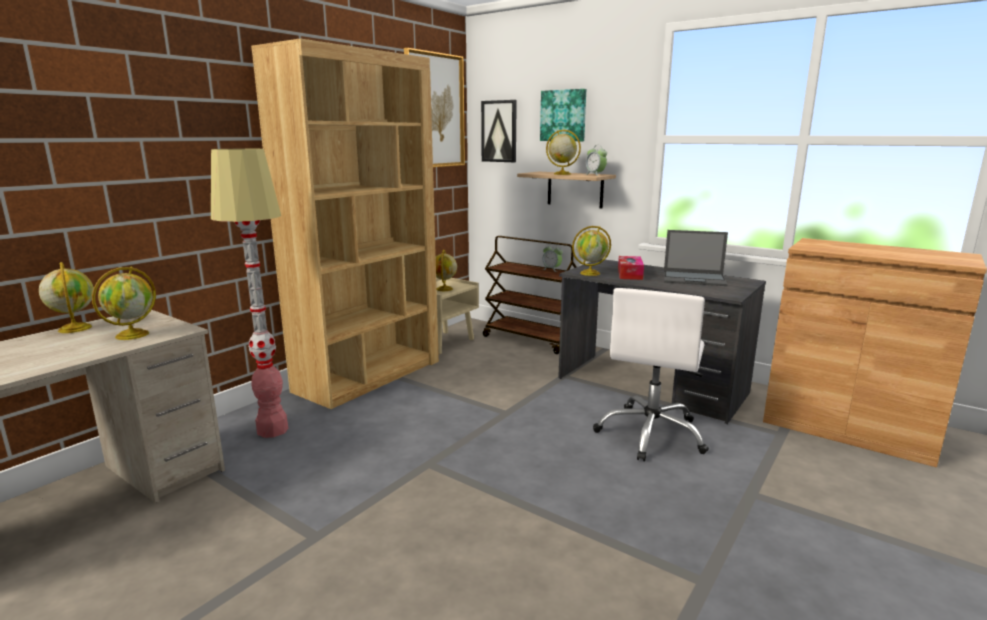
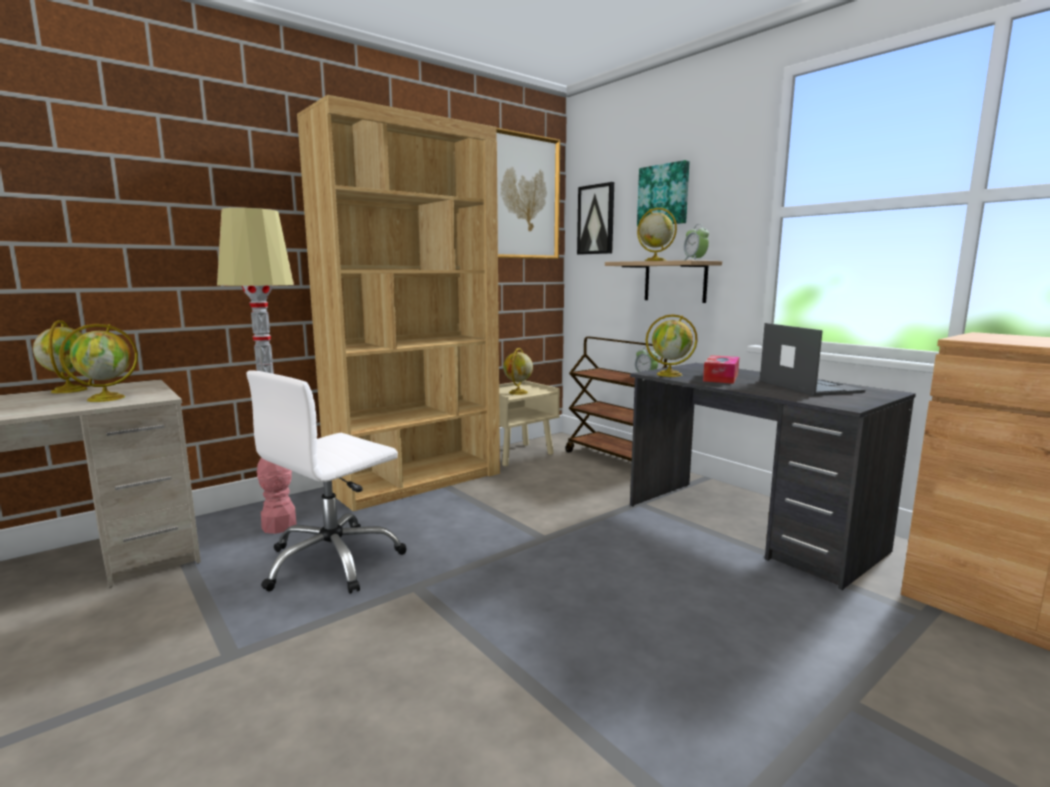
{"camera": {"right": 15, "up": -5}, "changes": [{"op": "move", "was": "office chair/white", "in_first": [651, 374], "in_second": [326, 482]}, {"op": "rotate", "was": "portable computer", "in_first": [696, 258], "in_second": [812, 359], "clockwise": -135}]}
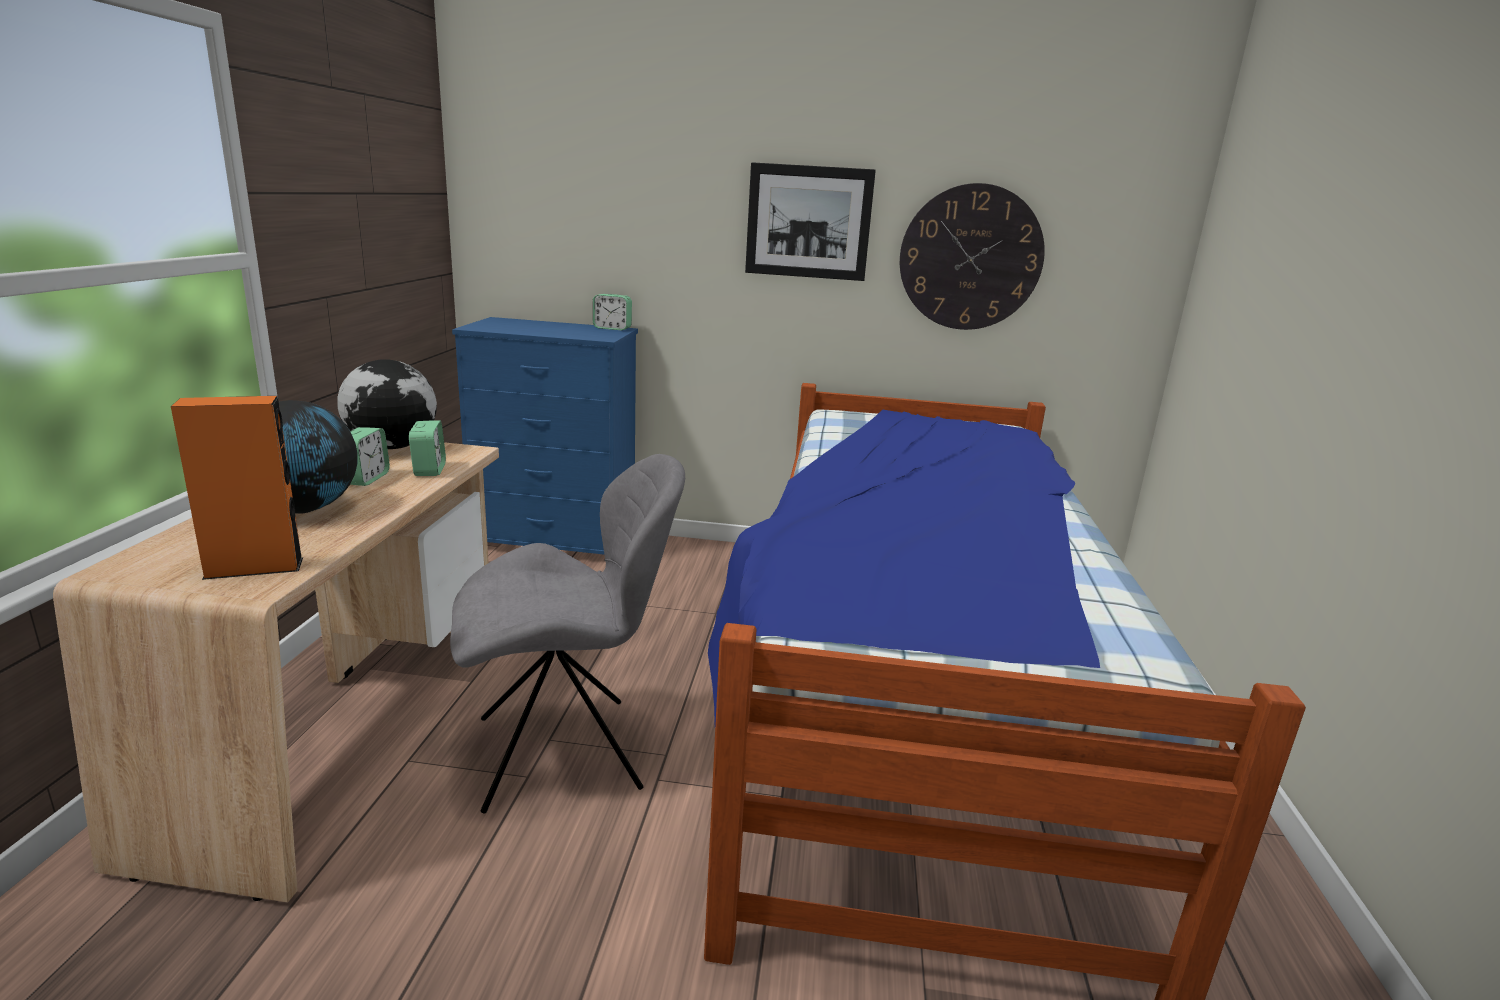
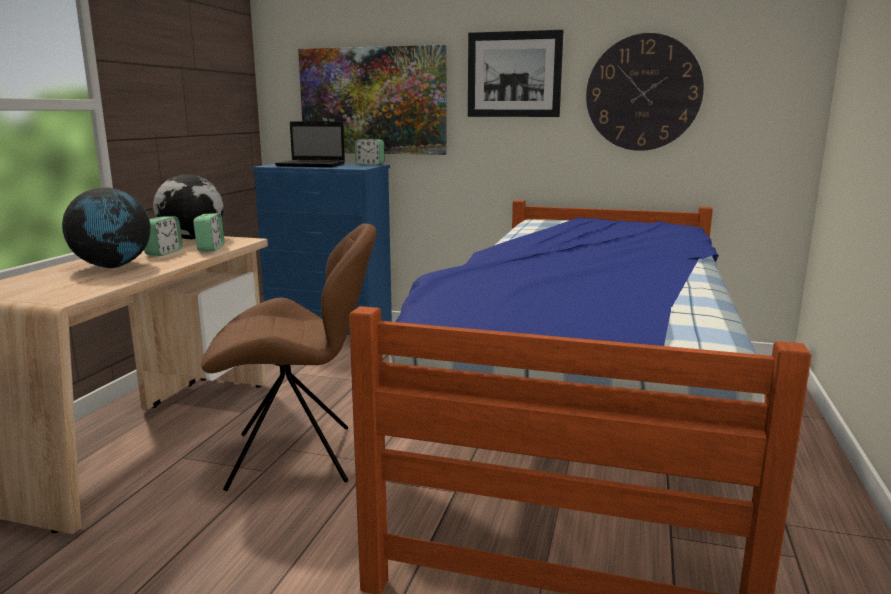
{"camera": {"right": 10, "up": -5}, "changes": [{"op": "delete", "was": "loudspeaker/orange-coloured", "in_first": [237, 488]}, {"op": "recolor", "was": "plain chair/greyish", "now": "plain chair/brown-coloured", "in_first": [567, 634], "in_second": [289, 357]}, {"op": "insert", "now": "portable computer", "in_second": [310, 144]}, {"op": "insert", "now": "wall picture", "in_second": [372, 100]}]}
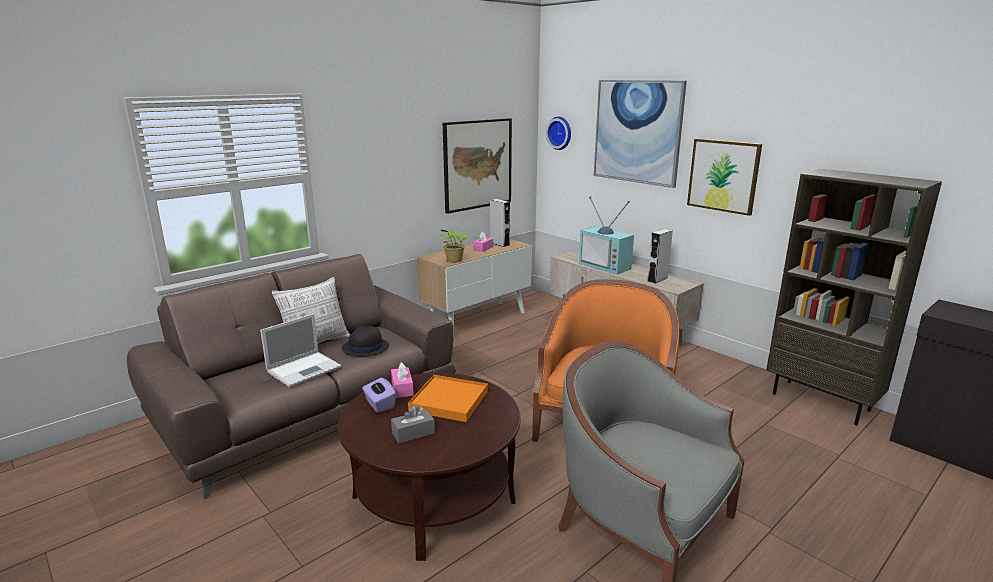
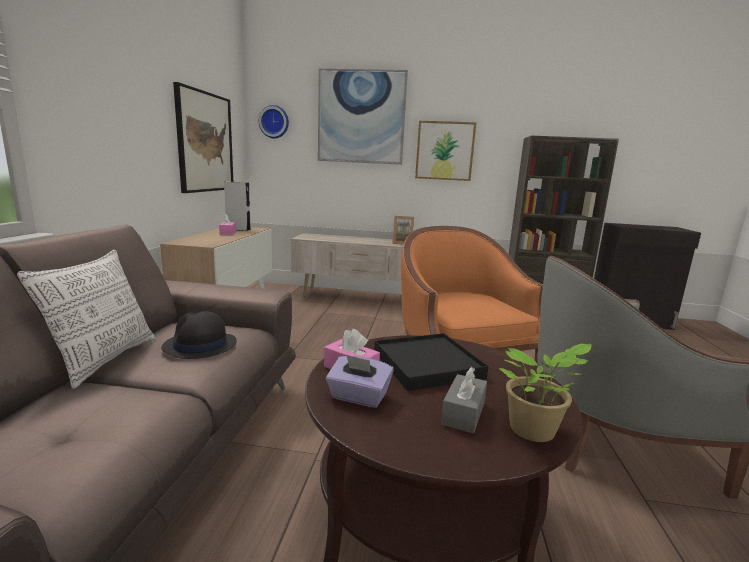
{"camera": {"right": -40, "up": -5}, "changes": [{"op": "delete", "was": "portable computer", "in_first": [301, 350]}, {"op": "recolor", "was": "carrying tray/orange-coloured", "now": "carrying tray/blackish", "in_first": [448, 398], "in_second": [431, 362]}, {"op": "move", "was": "potted plant", "in_first": [454, 246], "in_second": [545, 392]}, {"op": "delete", "was": "television", "in_first": [606, 235]}, {"op": "replace", "was": "loudspeaker/greyish", "now": "picture frame", "in_first": [660, 256], "in_second": [403, 230]}]}
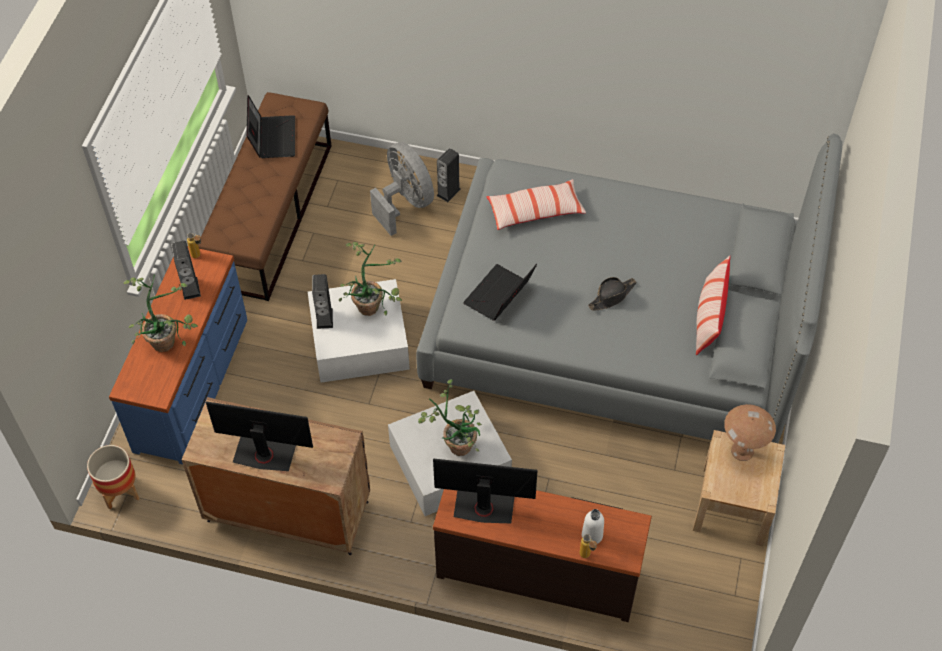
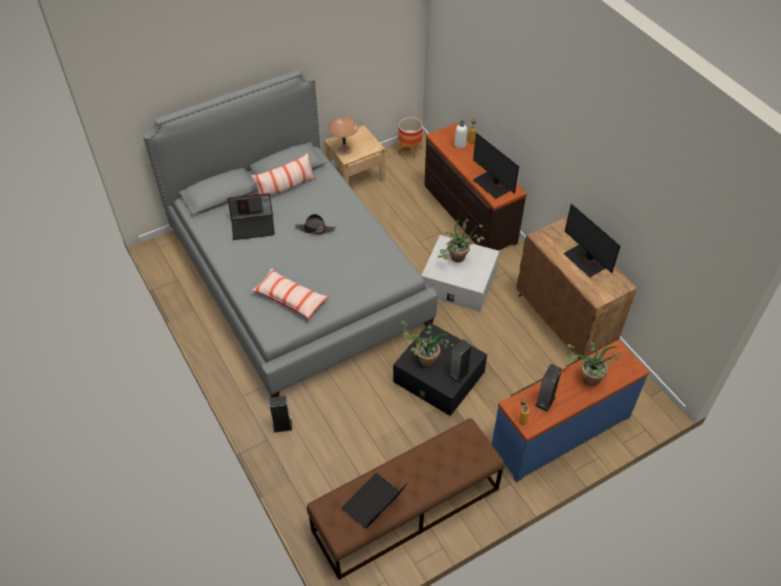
{"camera": {"right": -135, "up": -5}, "changes": [{"op": "move", "was": "planter", "in_first": [113, 477], "in_second": [410, 138]}, {"op": "recolor", "was": "storage box/white", "now": "storage box/blackish", "in_first": [359, 331], "in_second": [440, 369]}, {"op": "delete", "was": "electric fan/greyish", "in_first": [402, 189]}, {"op": "move", "was": "portable computer", "in_first": [500, 292], "in_second": [251, 216]}]}
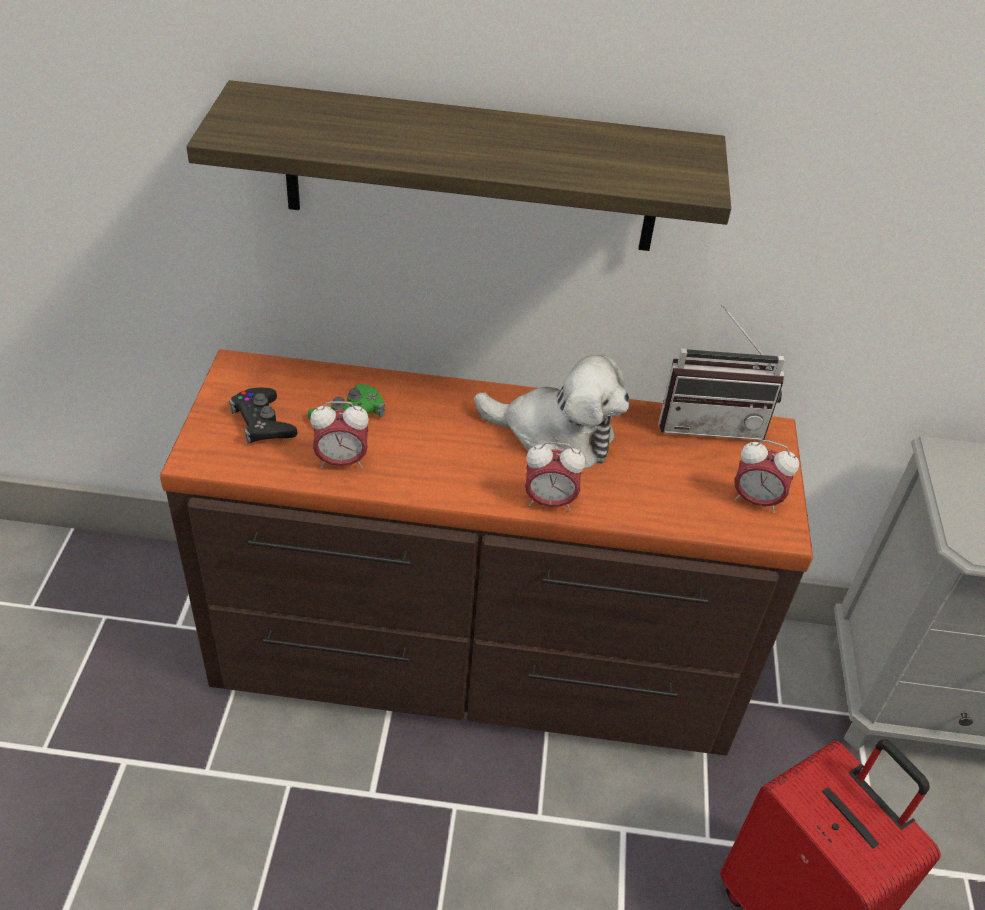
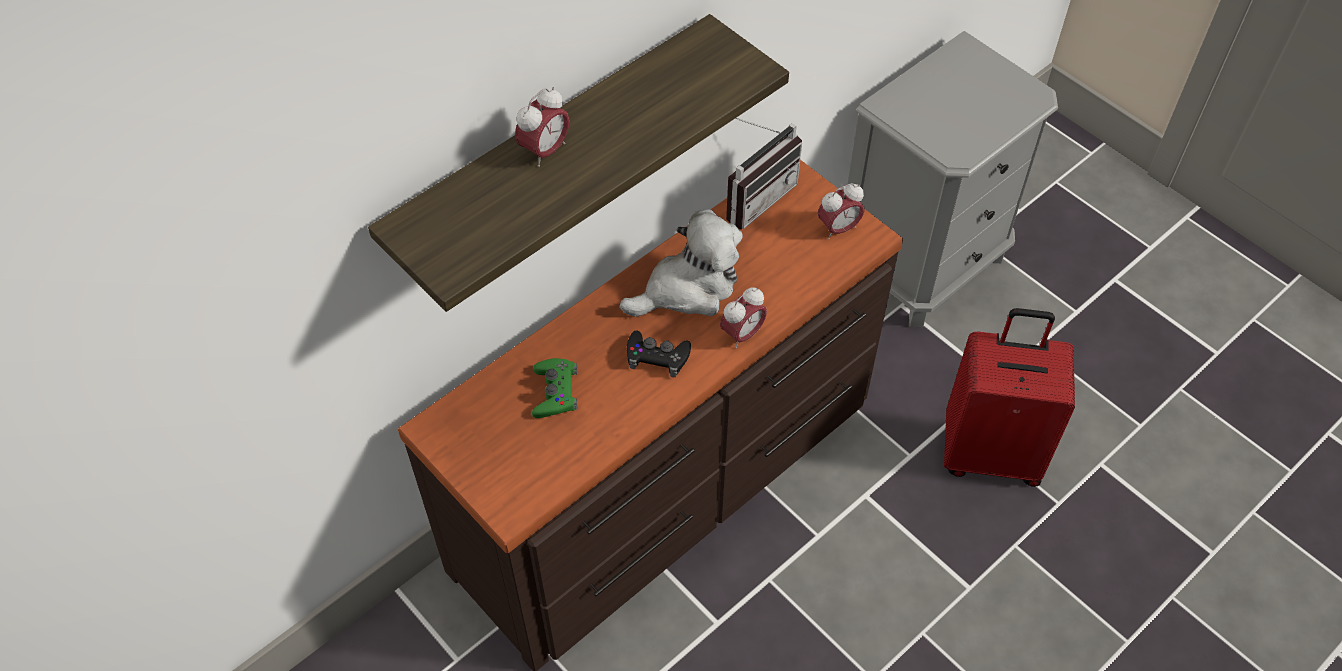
{"camera": {"right": -45, "up": 10}, "changes": [{"op": "move", "was": "joypad/blackish", "in_first": [263, 416], "in_second": [659, 353]}, {"op": "move", "was": "bedside clock", "in_first": [339, 434], "in_second": [542, 127]}]}
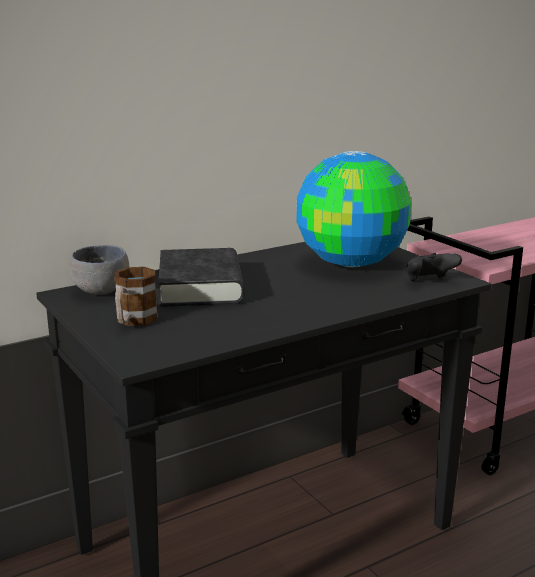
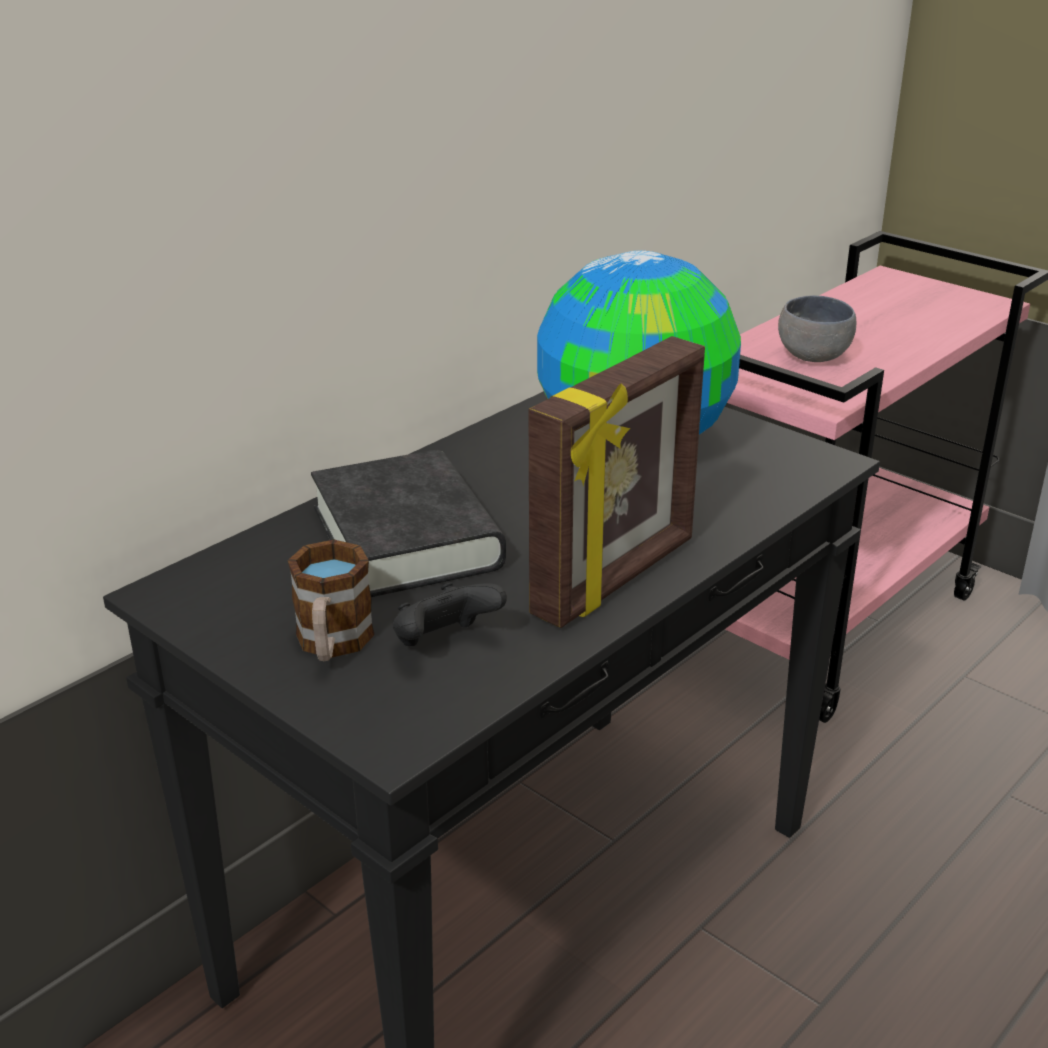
{"camera": {"right": -15, "up": 10}, "changes": [{"op": "move", "was": "deep dish/greyish", "in_first": [99, 270], "in_second": [817, 328]}, {"op": "move", "was": "joypad/blackish", "in_first": [434, 267], "in_second": [450, 614]}, {"op": "insert", "now": "picture frame", "in_second": [617, 482]}]}
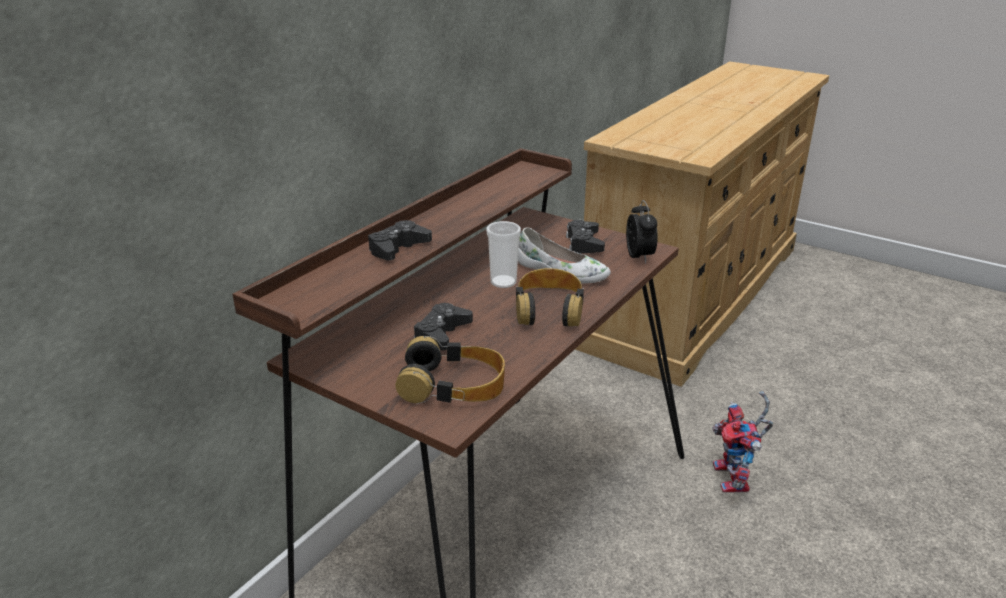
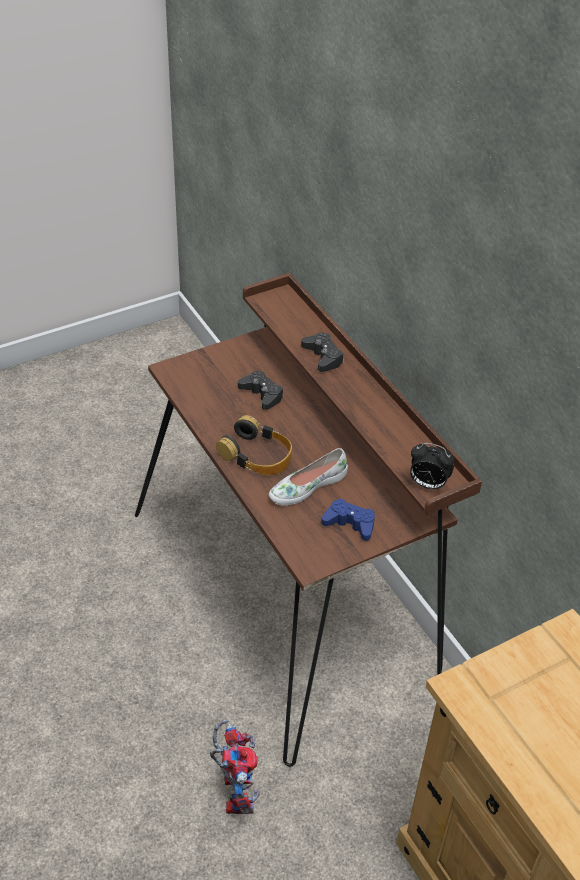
{"camera": {"right": 115, "up": 15}, "changes": [{"op": "delete", "was": "pair of headphones", "in_first": [450, 370]}, {"op": "delete", "was": "small cup", "in_first": [503, 254]}, {"op": "recolor", "was": "joypad/blackish", "now": "joypad/blue-coloured", "in_first": [585, 237], "in_second": [348, 520]}, {"op": "move", "was": "bedside clock", "in_first": [642, 232], "in_second": [432, 466]}, {"op": "rotate", "was": "toy robot", "in_first": [742, 442], "in_second": [234, 766], "clockwise": 60}]}
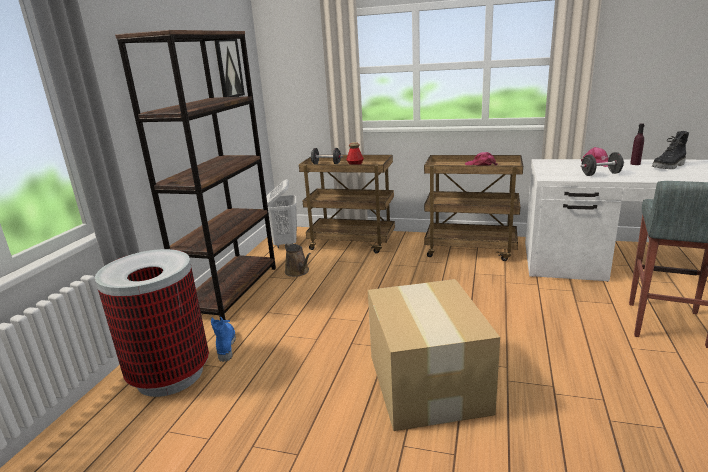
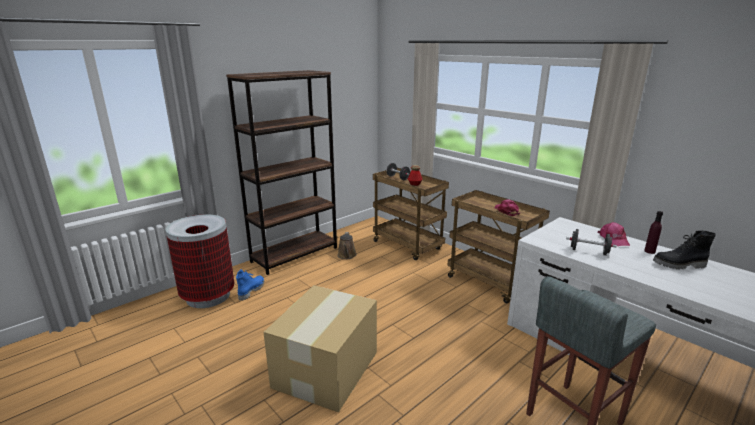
{"camera": {"right": 30, "up": 0}, "changes": [{"op": "delete", "was": "wall picture", "in_first": [229, 68]}, {"op": "delete", "was": "hamper/white", "in_first": [281, 213]}]}
